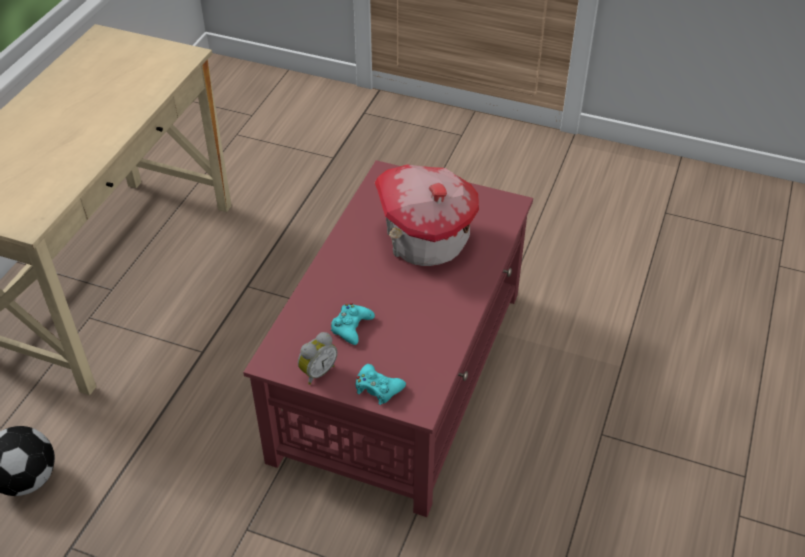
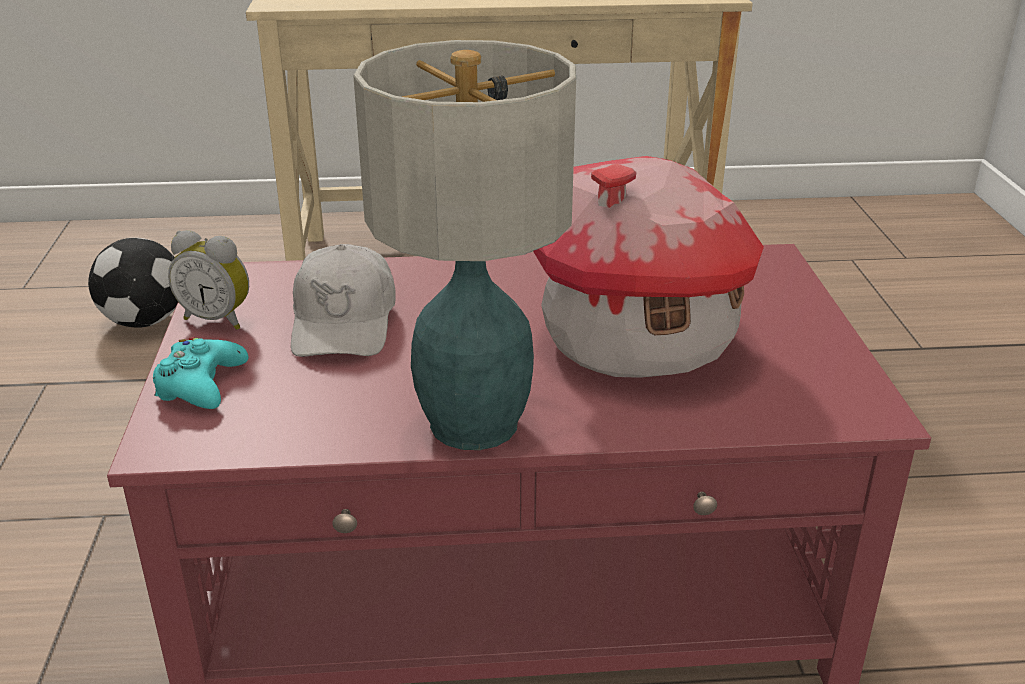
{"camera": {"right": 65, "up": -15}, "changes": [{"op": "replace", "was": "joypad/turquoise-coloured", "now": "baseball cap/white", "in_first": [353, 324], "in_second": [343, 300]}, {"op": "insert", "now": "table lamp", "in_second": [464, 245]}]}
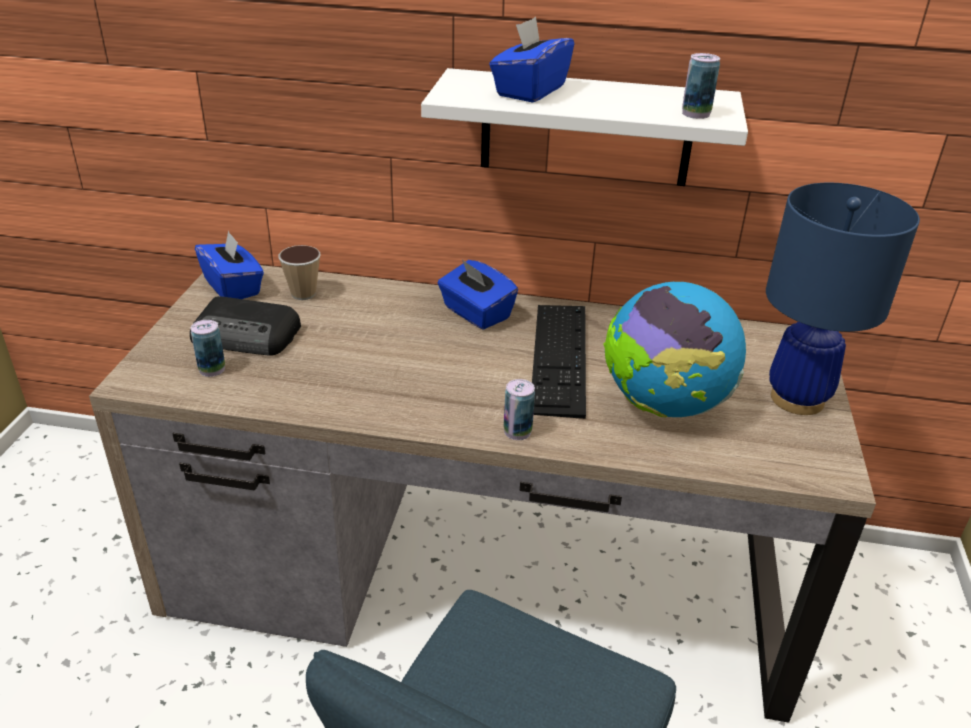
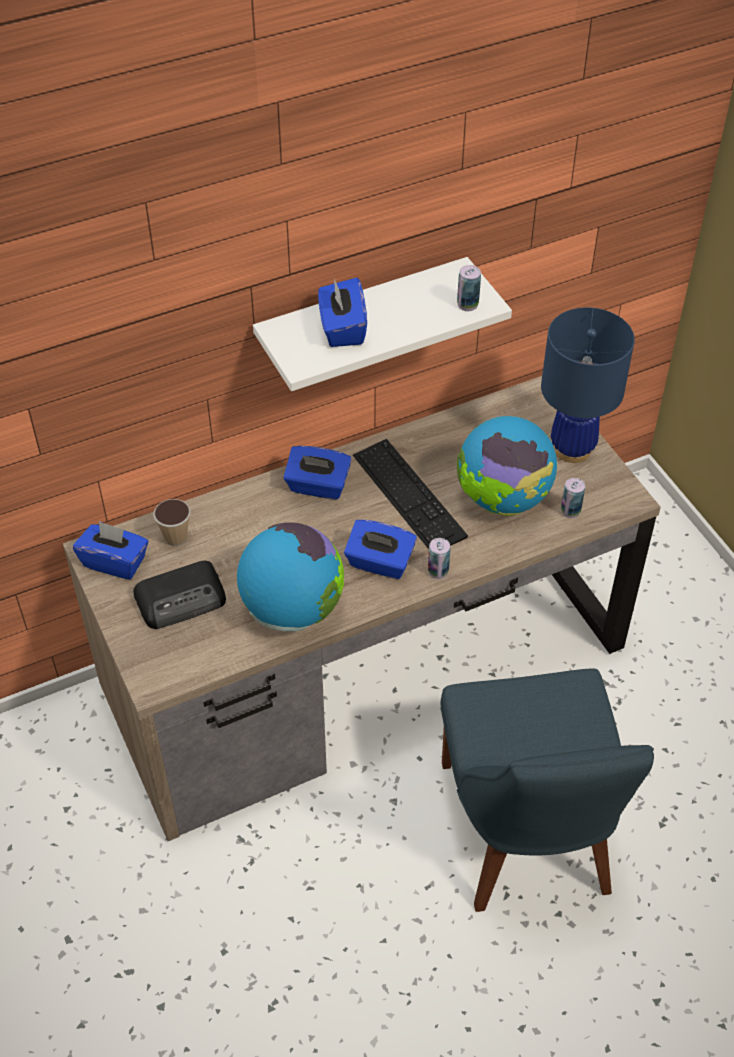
{"camera": {"right": -35, "up": 15}, "changes": [{"op": "move", "was": "sealed can", "in_first": [208, 348], "in_second": [573, 498]}, {"op": "insert", "now": "world globe", "in_second": [290, 577]}, {"op": "insert", "now": "tissue holder/blue-coloured", "in_second": [380, 549]}]}
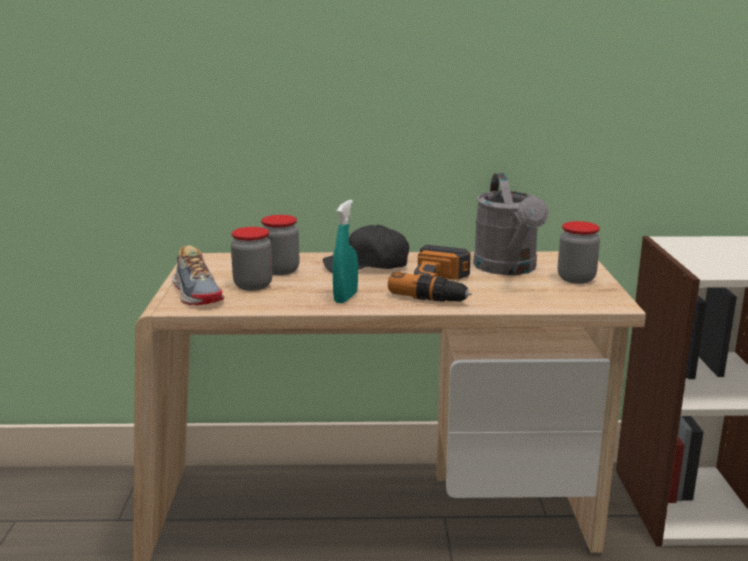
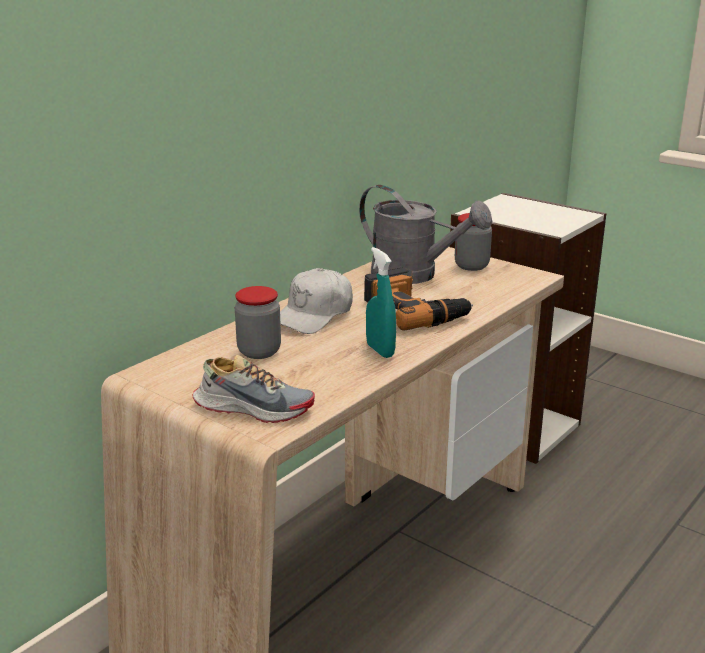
{"camera": {"right": -50, "up": 5}, "changes": [{"op": "delete", "was": "jar", "in_first": [252, 259]}, {"op": "recolor", "was": "baseball cap/blackish", "now": "baseball cap/white", "in_first": [366, 248], "in_second": [316, 301]}]}
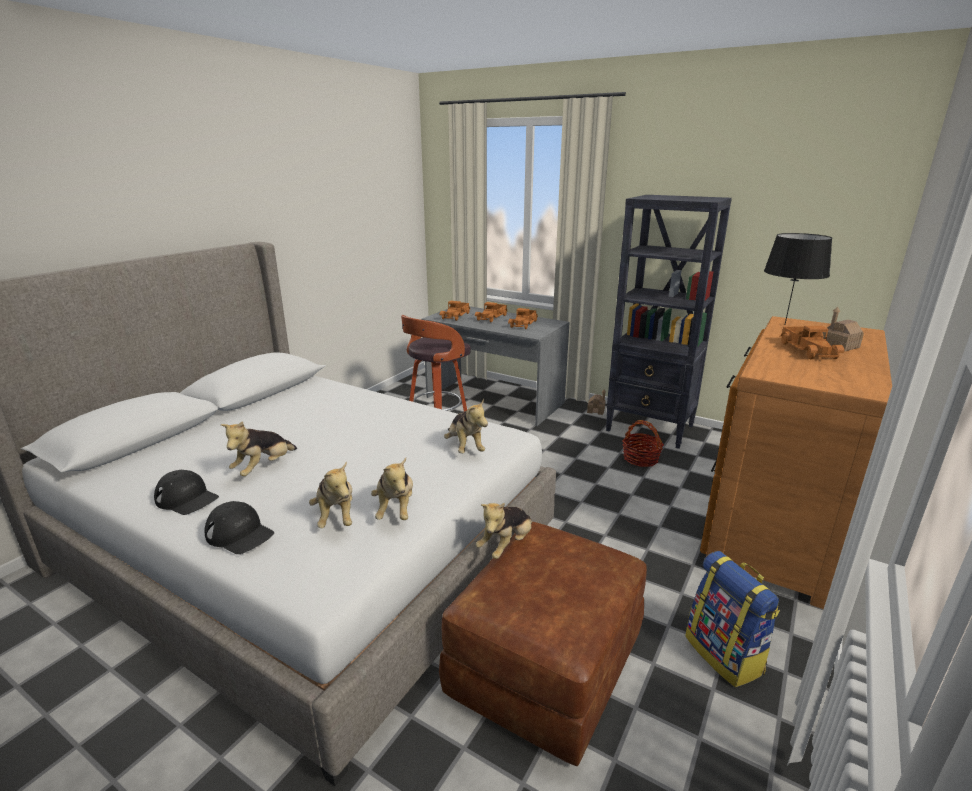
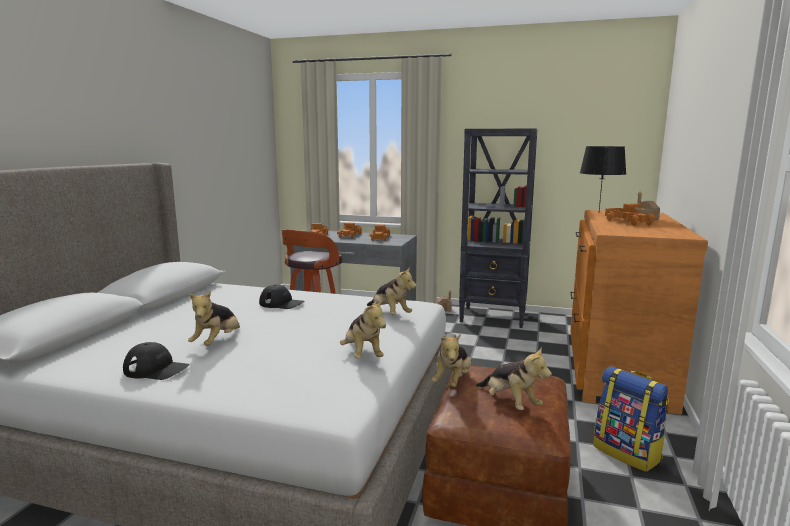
{"camera": {"right": -15, "up": -10}, "changes": [{"op": "move", "was": "baseball cap/blackish", "in_first": [239, 527], "in_second": [281, 297]}, {"op": "move", "was": "cuddly toy", "in_first": [330, 494], "in_second": [514, 378]}, {"op": "delete", "was": "basket", "in_first": [643, 443]}]}
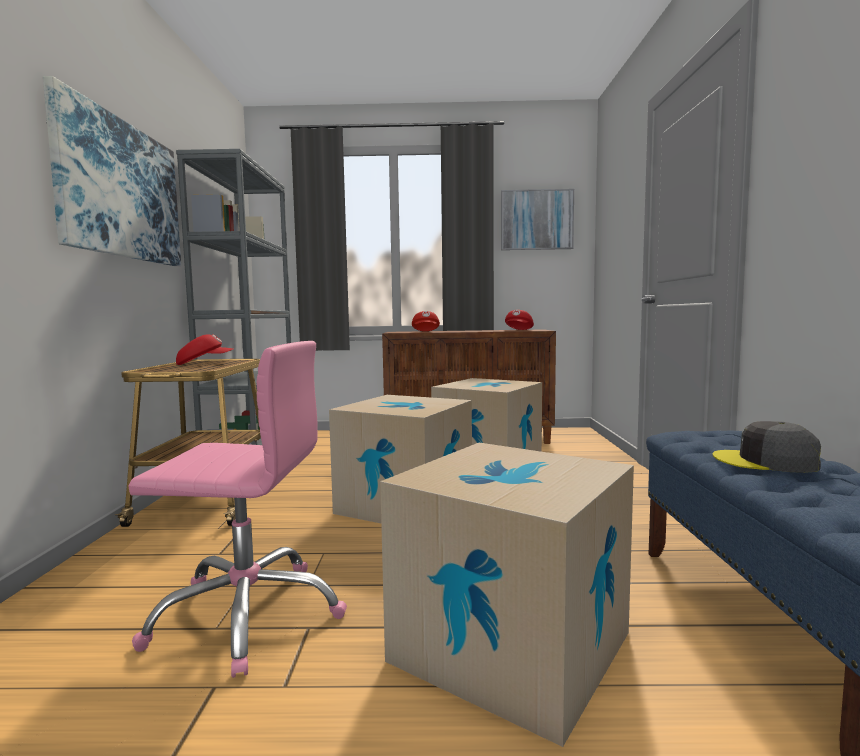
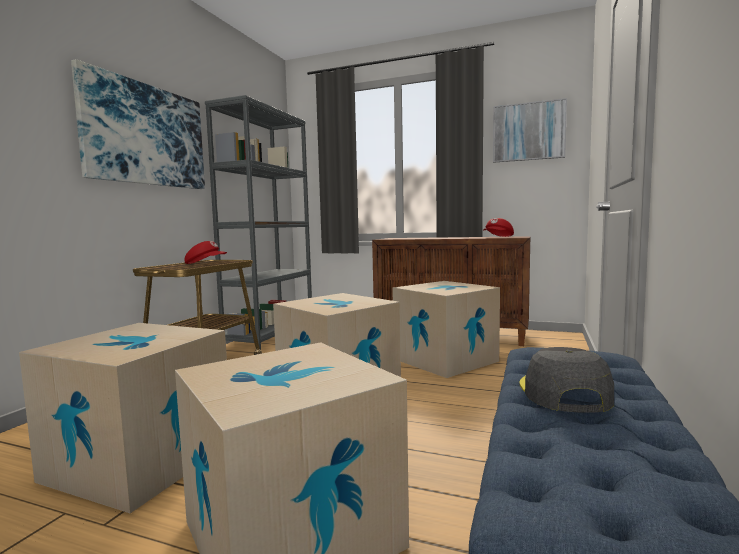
{"camera": {"right": 20, "up": 0}, "changes": [{"op": "replace", "was": "office chair/pinkish", "now": "packing box", "in_first": [238, 509], "in_second": [123, 418]}, {"op": "delete", "was": "baseball cap/red", "in_first": [426, 321]}, {"op": "rotate", "was": "baseball cap/greyish", "in_first": [766, 447], "in_second": [566, 380], "clockwise": 45}]}
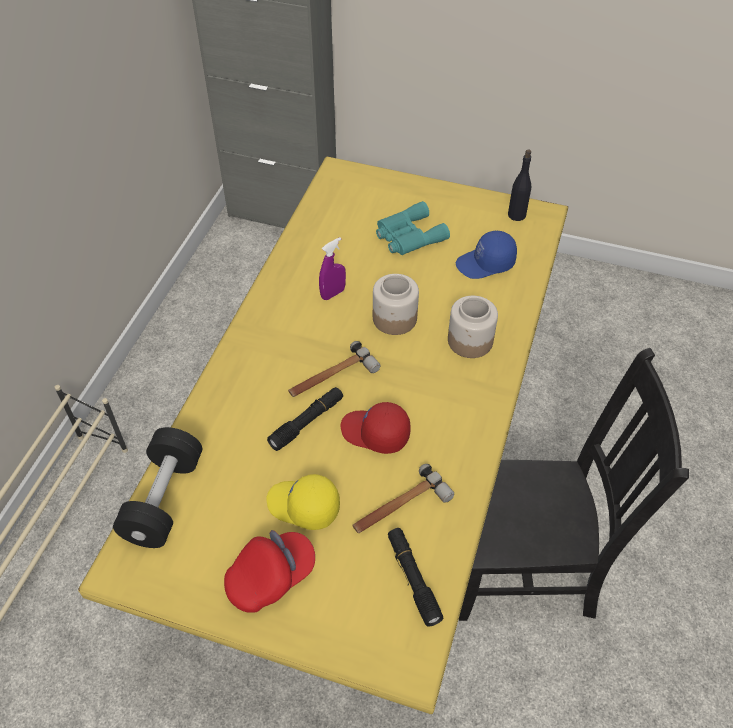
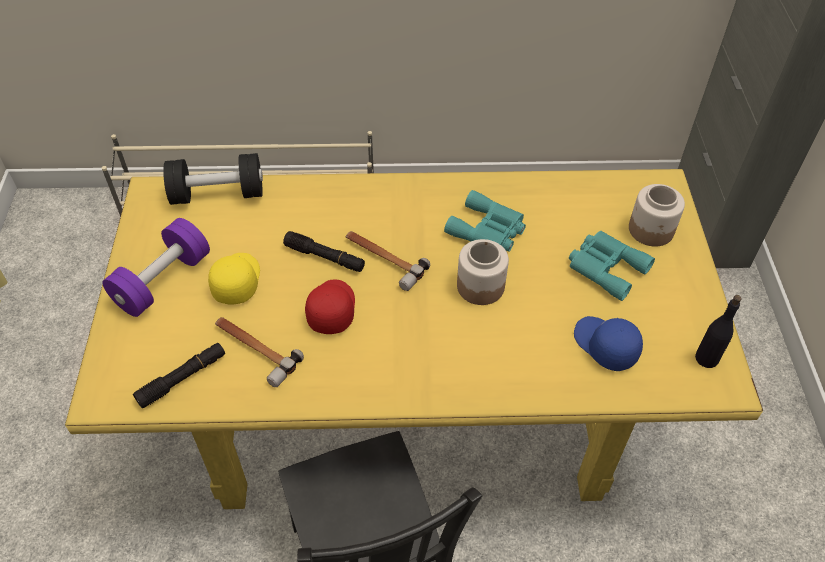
{"camera": {"right": 70, "up": 0}, "changes": [{"op": "replace", "was": "baseball cap/red", "now": "hand weight/purplish", "in_first": [269, 571], "in_second": [156, 267]}, {"op": "replace", "was": "spray bottle/purplish", "now": "pair of binoculars/turquoise-coloured", "in_first": [332, 268], "in_second": [485, 221]}, {"op": "move", "was": "jar", "in_first": [473, 327], "in_second": [657, 215]}]}
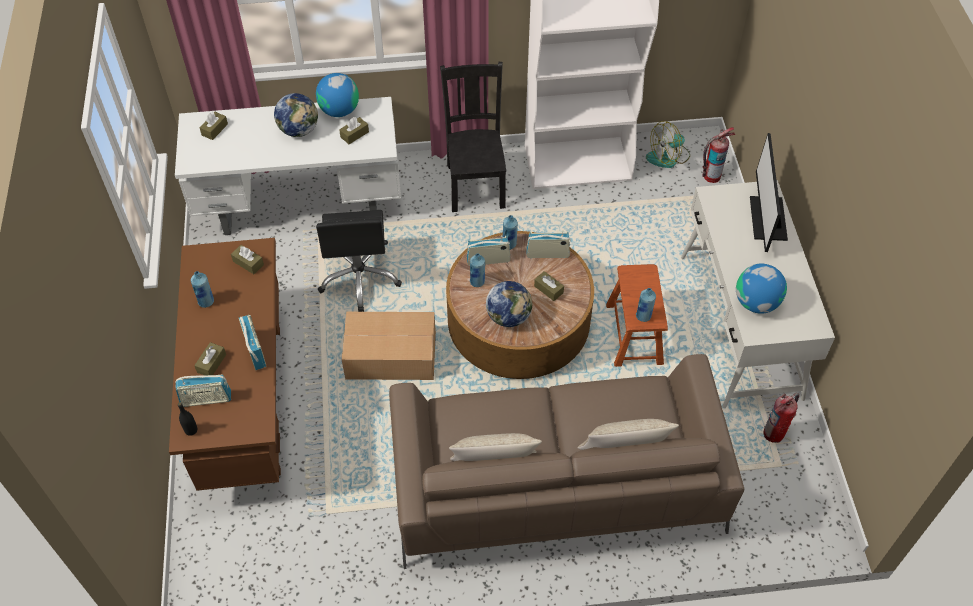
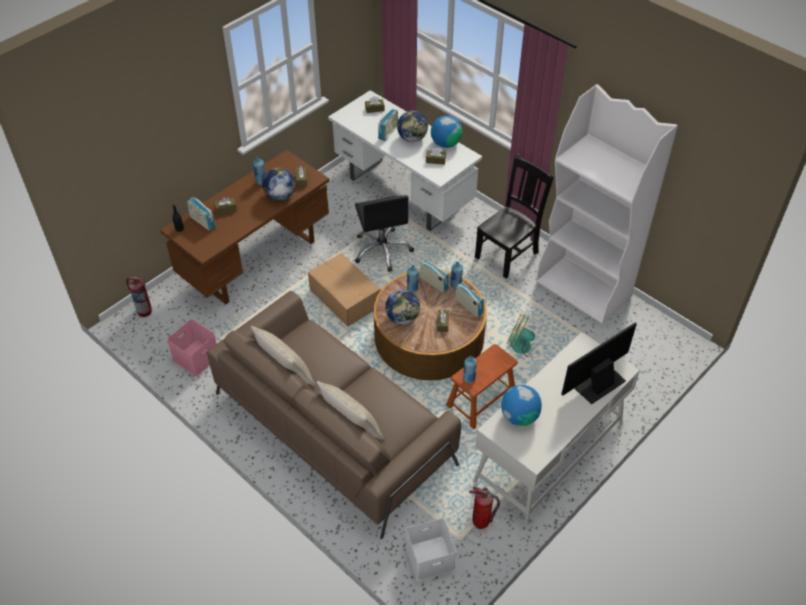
{"camera": {"right": 50, "up": -5}, "changes": [{"op": "move", "was": "radio receiver", "in_first": [252, 342], "in_second": [388, 124]}, {"op": "rotate", "was": "office chair/blackish", "in_first": [359, 261], "in_second": [384, 233], "clockwise": -60}, {"op": "move", "was": "electric fan", "in_first": [668, 144], "in_second": [523, 335]}, {"op": "move", "was": "fire-fighting cylinder", "in_first": [719, 155], "in_second": [139, 296]}, {"op": "insert", "now": "storage box/pinkish", "in_second": [192, 347]}, {"op": "insert", "now": "world globe", "in_second": [278, 184]}, {"op": "insert", "now": "storage box/white", "in_second": [431, 549]}]}
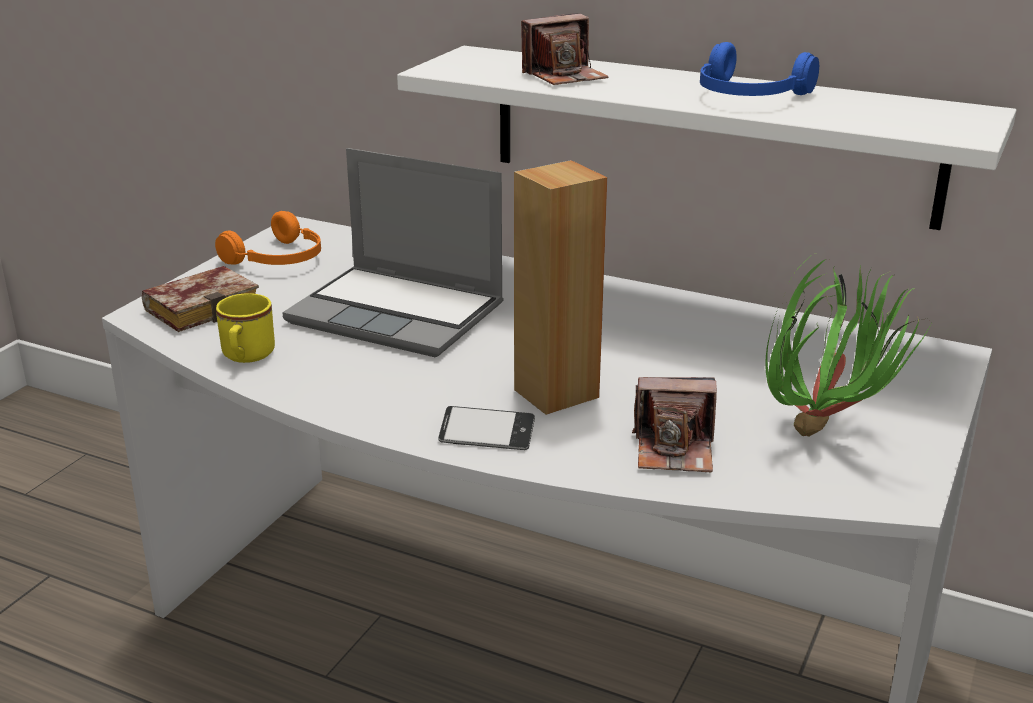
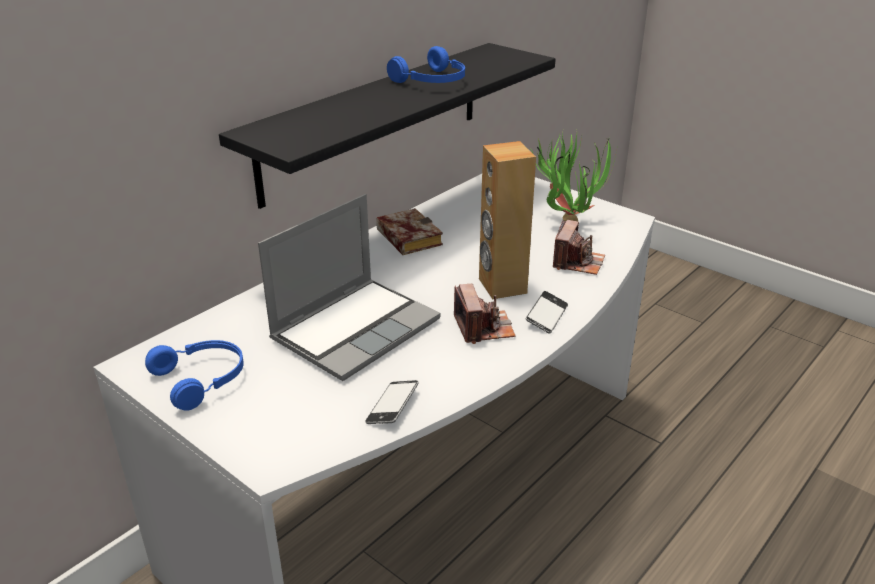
{"camera": {"right": -75, "up": 5}, "changes": [{"op": "move", "was": "volume", "in_first": [200, 299], "in_second": [409, 231]}, {"op": "recolor", "was": "pair of headphones/orange-coloured", "now": "pair of headphones/blue-coloured", "in_first": [268, 238], "in_second": [194, 375]}, {"op": "replace", "was": "coffee mug/yellow-coloured", "now": "phone", "in_first": [245, 328], "in_second": [392, 402]}, {"op": "recolor", "was": "wall shelf/white", "now": "wall shelf/blackish", "in_first": [707, 138], "in_second": [387, 126]}, {"op": "move", "was": "still camera", "in_first": [565, 49], "in_second": [485, 314]}]}
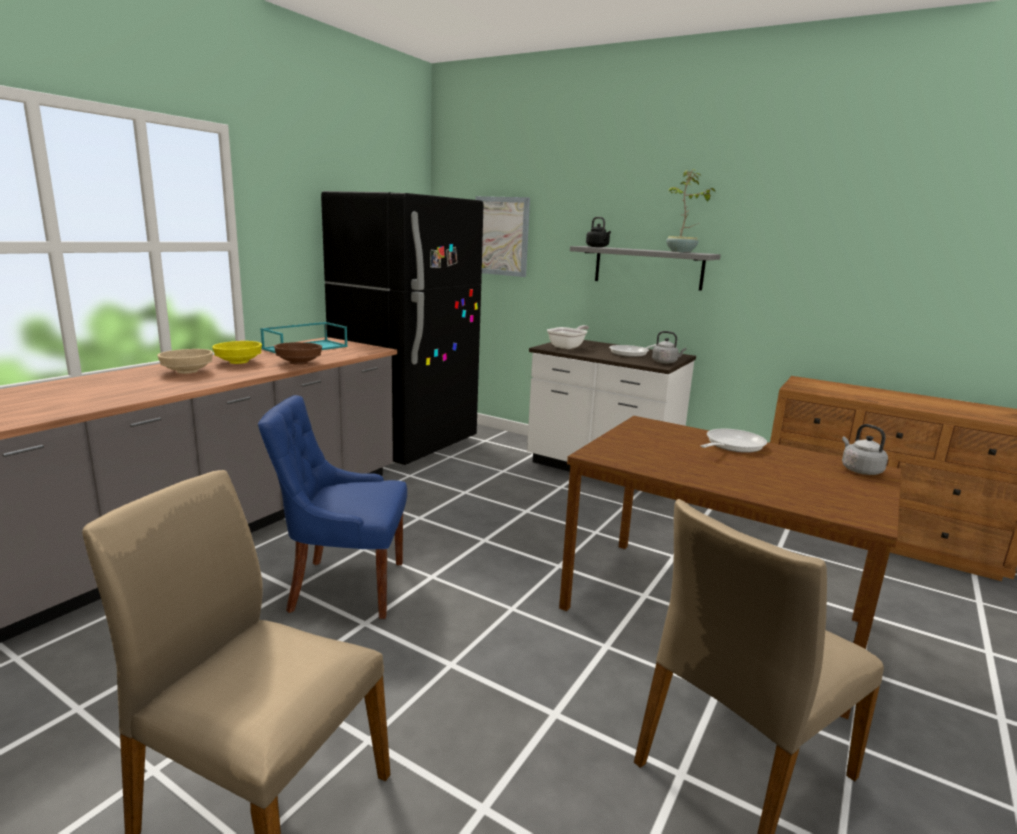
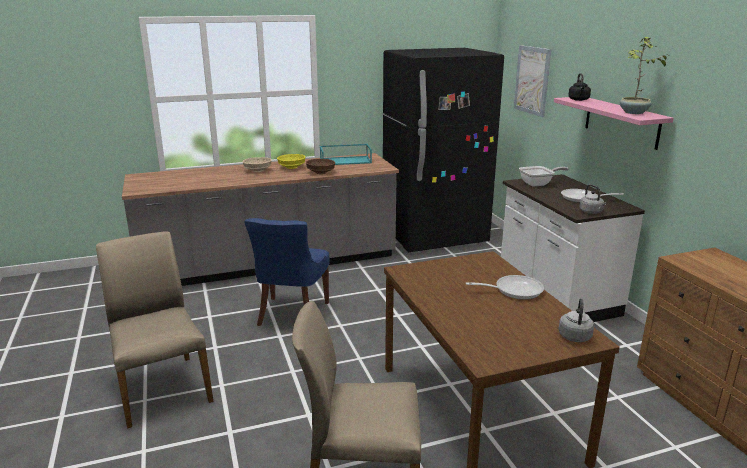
{"camera": {"right": 40, "up": 5}, "changes": [{"op": "rotate", "was": "plain chair/blue-coloured", "in_first": [332, 507], "in_second": [286, 272], "clockwise": -120}, {"op": "recolor", "was": "wall shelf/greyish", "now": "wall shelf/pinkish", "in_first": [645, 268], "in_second": [614, 123]}]}
